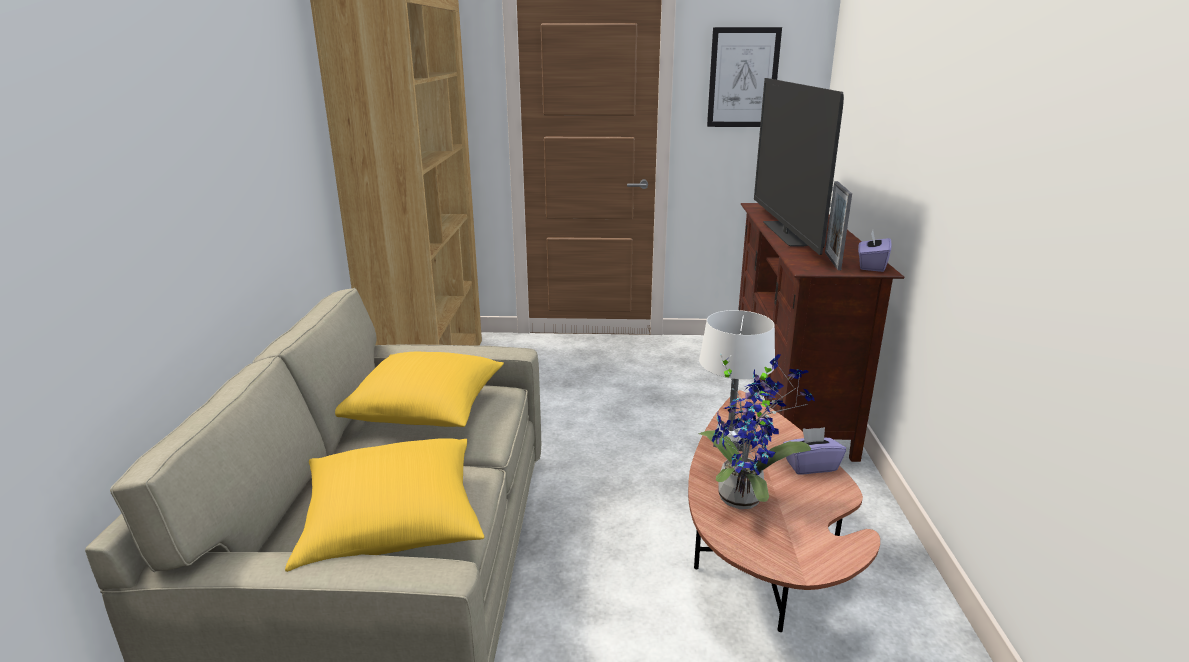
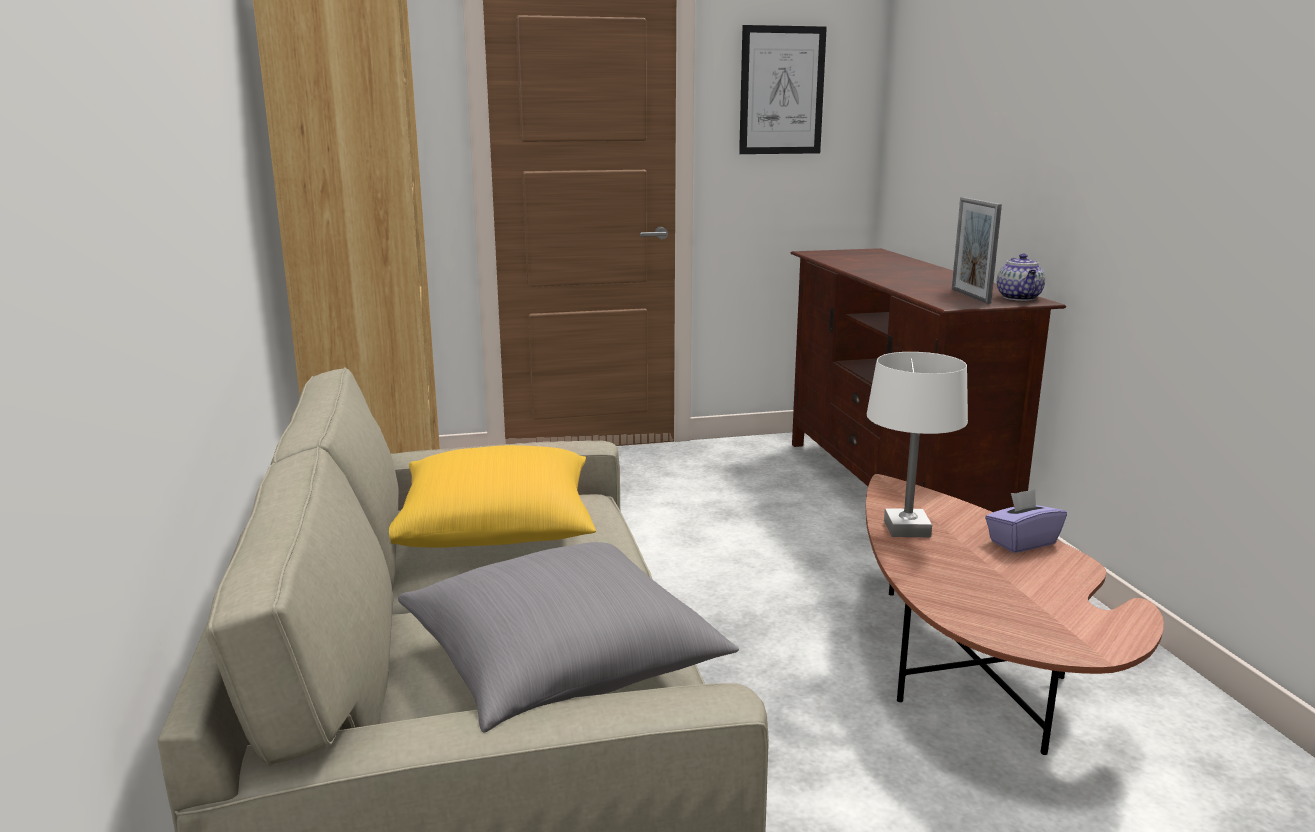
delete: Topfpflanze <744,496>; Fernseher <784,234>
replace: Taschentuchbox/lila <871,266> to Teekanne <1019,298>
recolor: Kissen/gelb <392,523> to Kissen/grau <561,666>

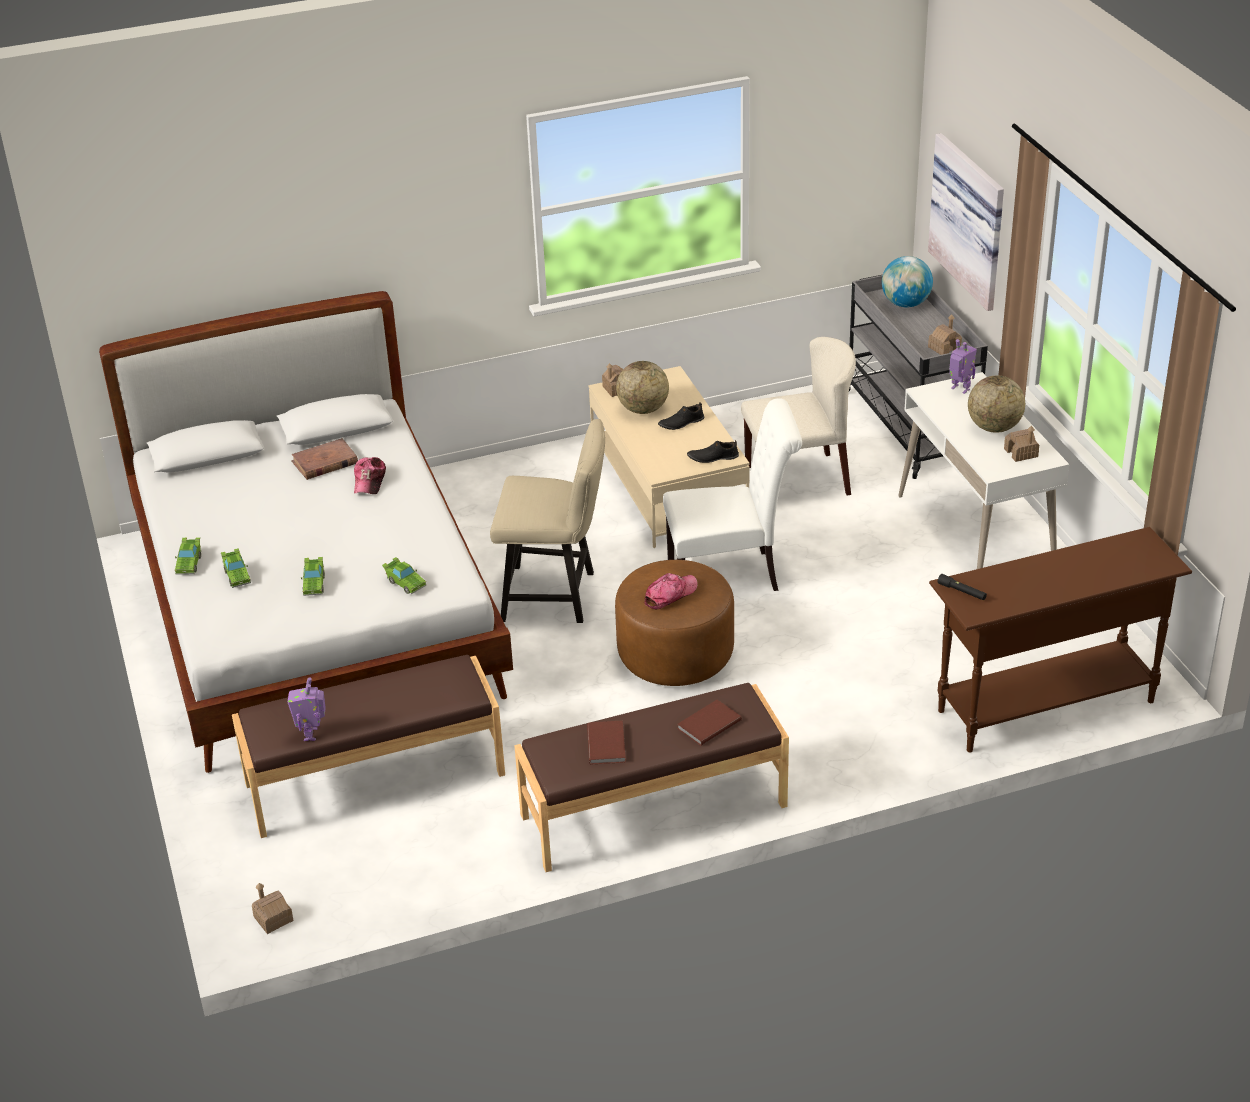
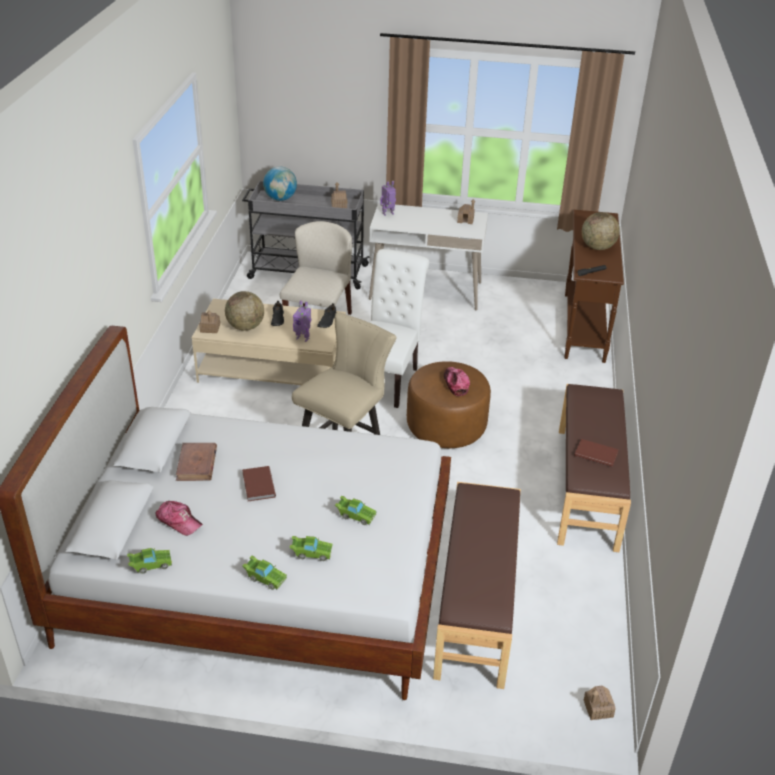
delete: Bild <971,220>
move: Spielzeugauto/grün <405,583> to <150,565>; Kappe <369,481> to <178,521>; Buch/braun <707,724> to <257,485>; Spielzeugroboter <312,734> to <303,338>; Globus <994,427> to <597,247>

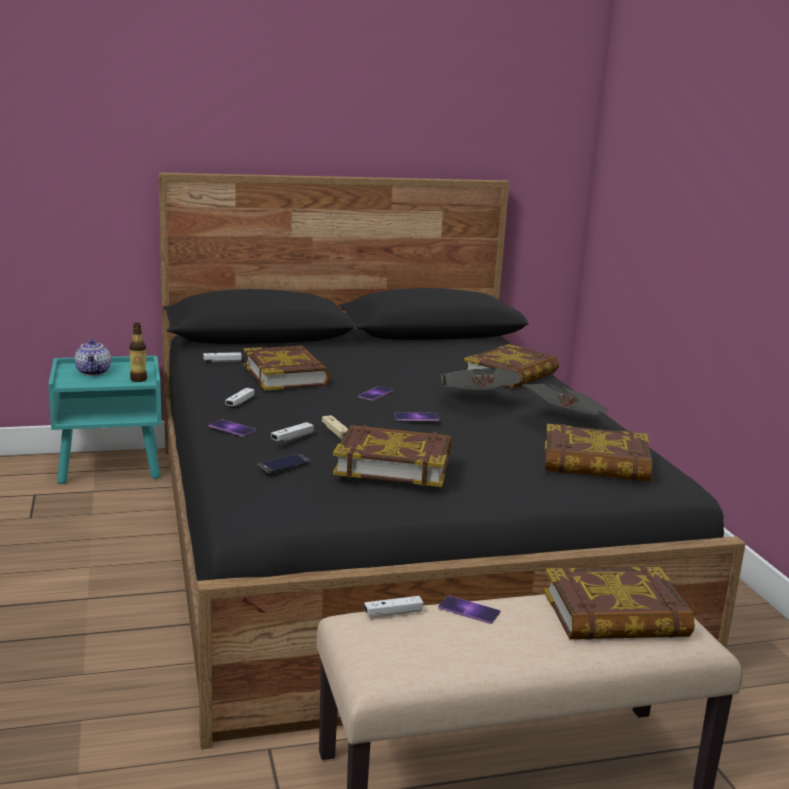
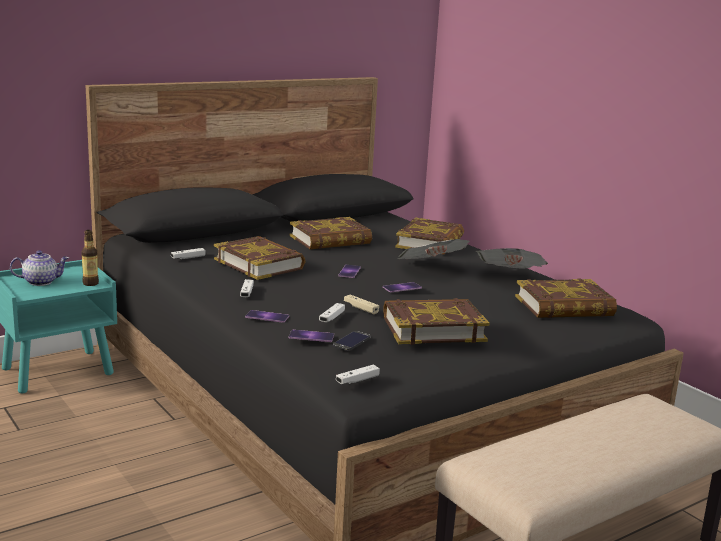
move: Handy <469,610> to <311,336>; Buch <615,615> to <330,240>; Gamepad/weiß <393,613> to <357,380>
rotate: Teekanne <94,372> = <41,282> 75 degrees counterclockwise

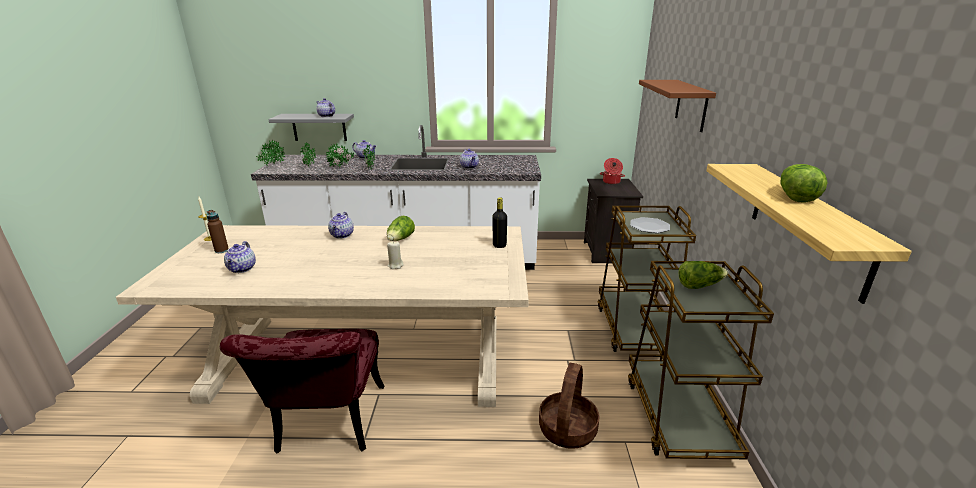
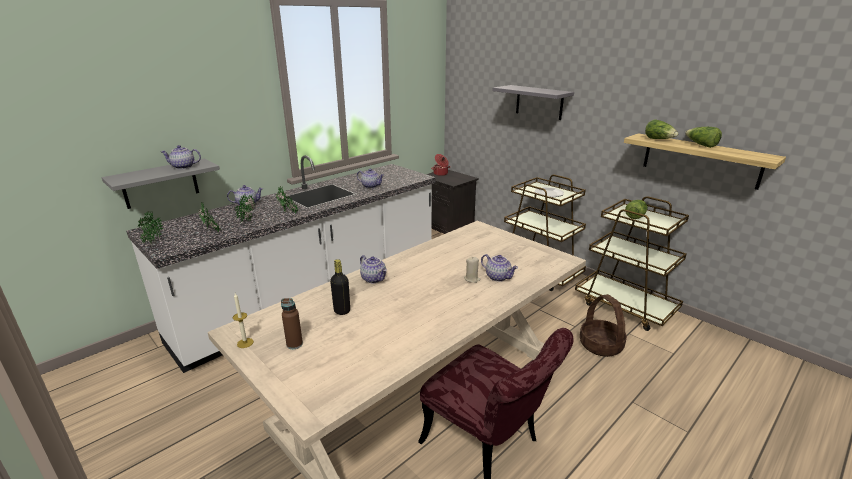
move: Flasche/schwarz <499,245> to <342,311>; Teekanne <243,269> to <498,277>; Salatkopf <400,239> to <659,139>
recolor: Wandregal/braun <691,105> to Wandregal/grau <539,102>

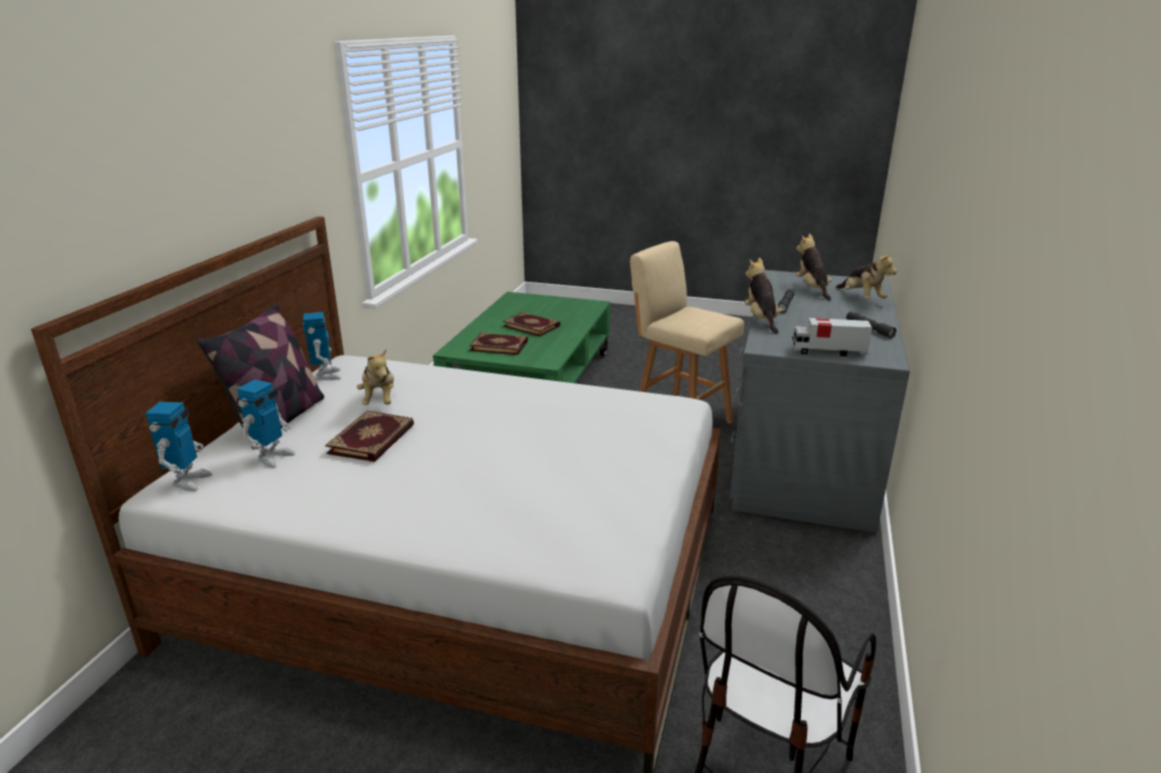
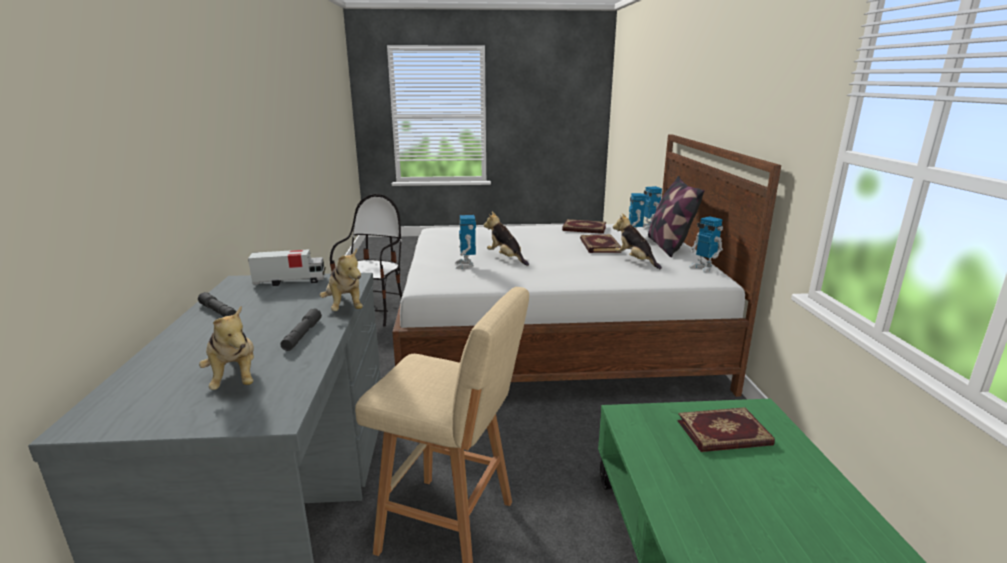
insert: Spielzeugroboter <465,265>
move: Plüschtier <861,298> to <506,258>; Buch <532,326> to <584,229>

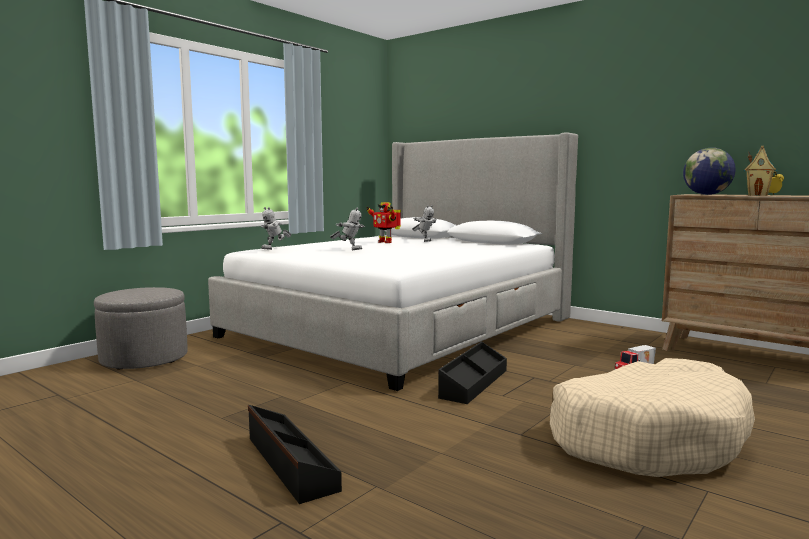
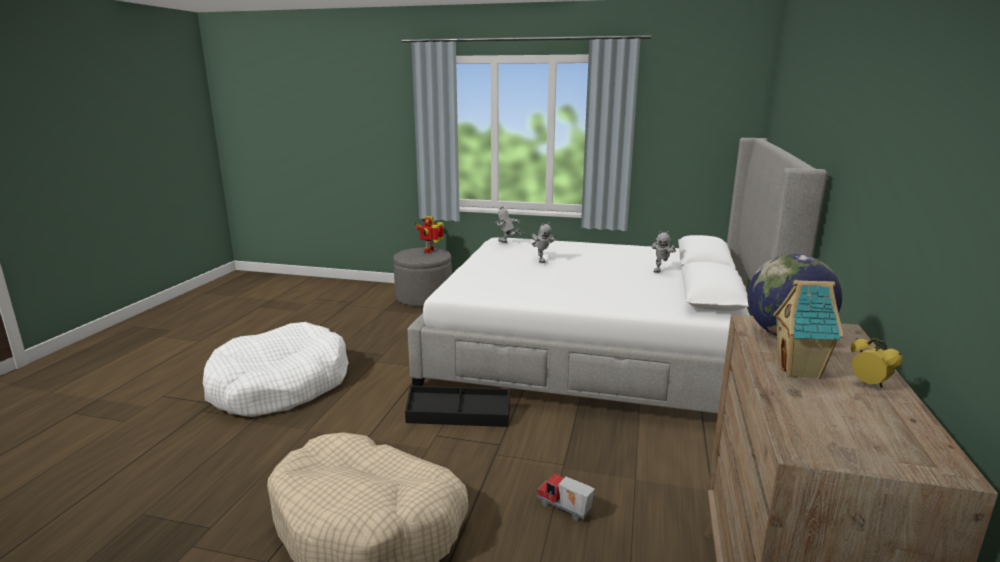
move: Spielzeugroboter <385,242> to <430,251>
replace: Aufbewahrungsbox/schwarz <289,463> to Hundebett/weiß <279,386>

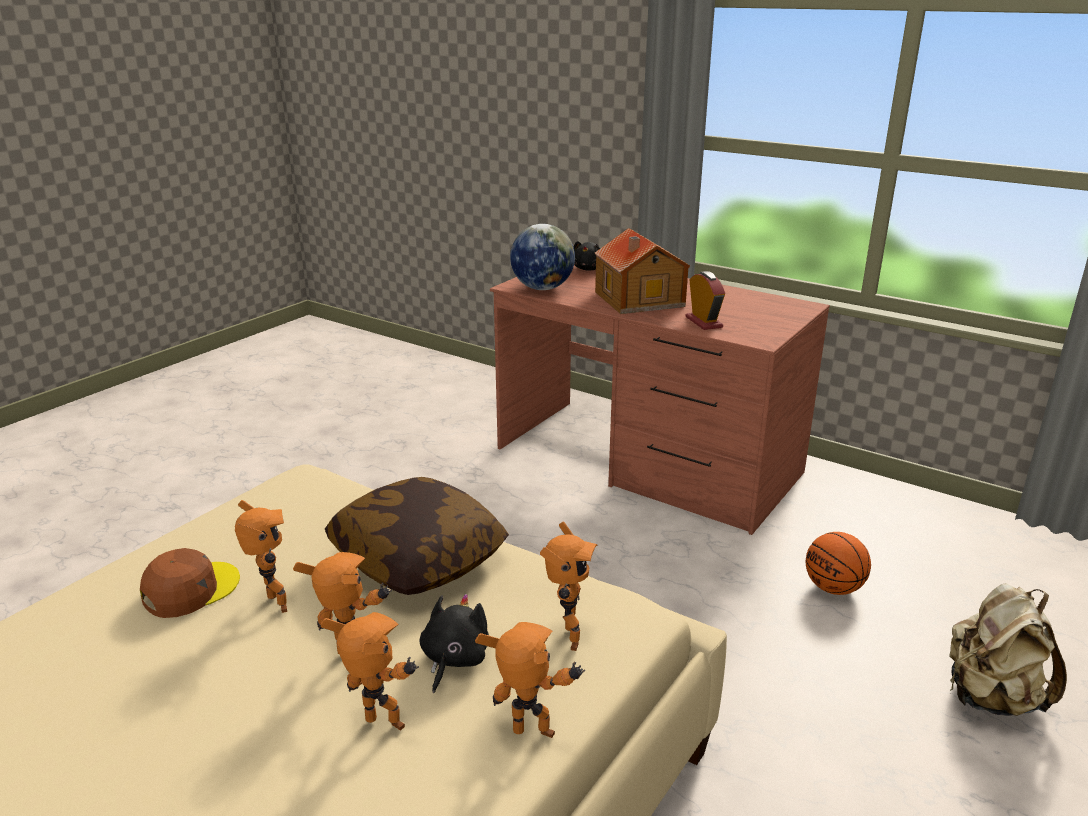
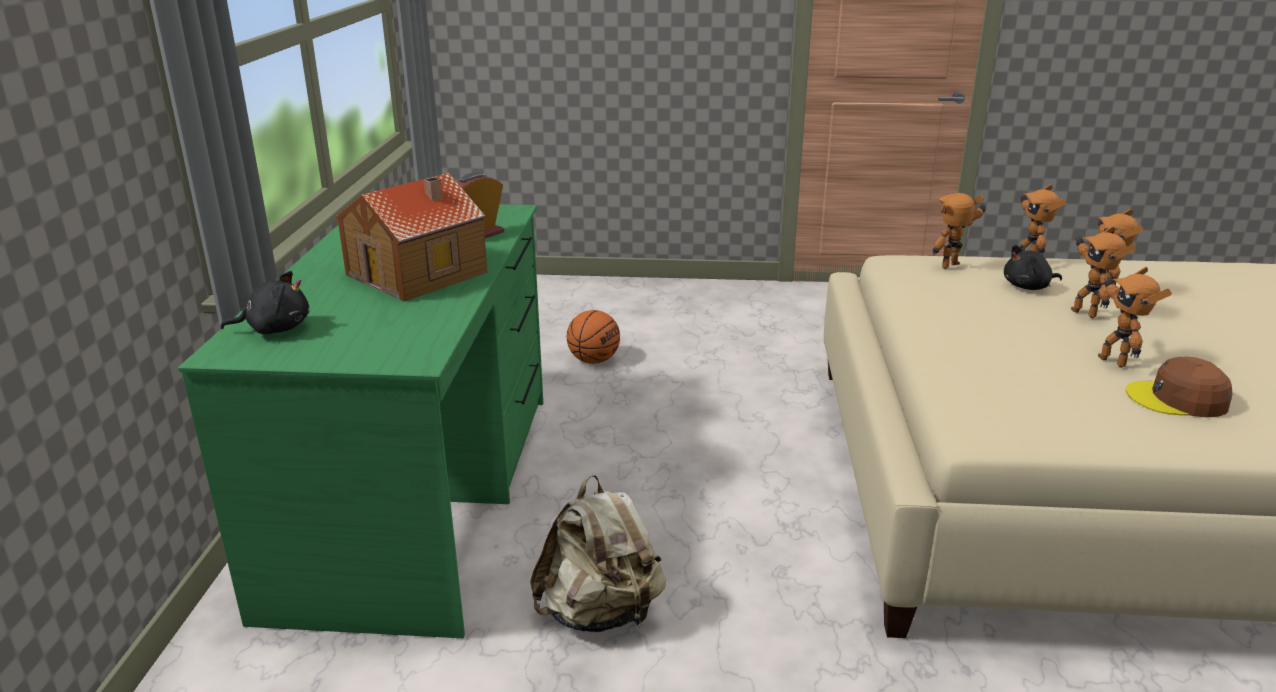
delete: Kissen <417,558>; Globus <542,288>
move: Rucksack/beige <991,697> to <600,613>
recolor: Schreibtisch/braun <646,461> to Schreibtisch/grün <422,495>
rotate: Spielzeugroboter <273,606> = <1114,361> 45 degrees counterclockwise

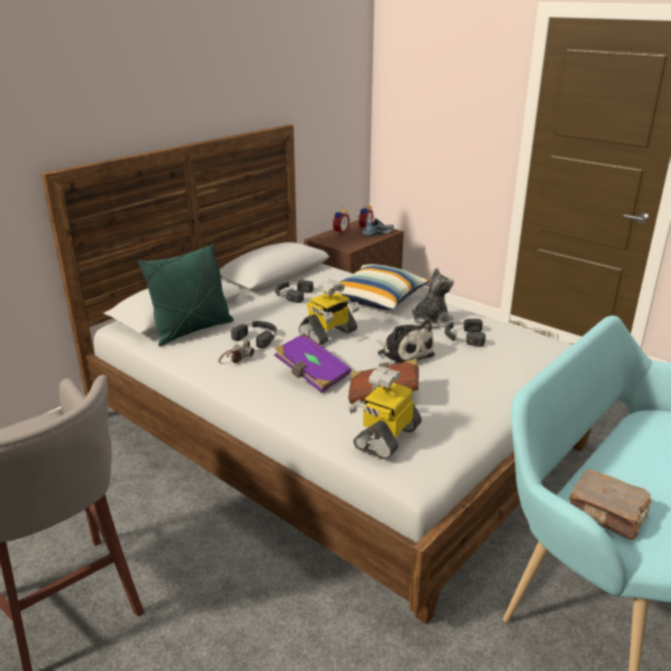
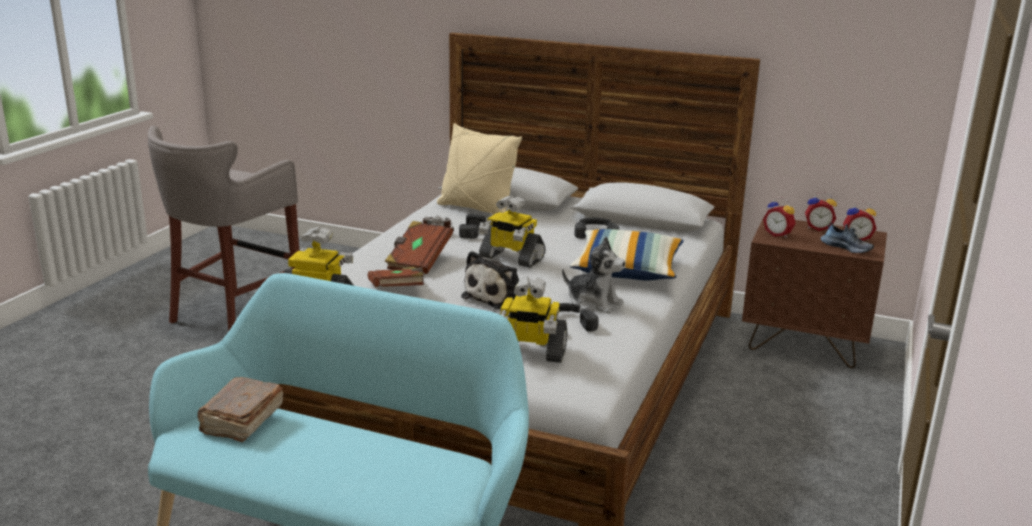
insert: Spielzeugroboter <528,352>; Wecker <778,234>
recolor: Buch/lila <312,375> to Buch/braun <418,261>; Kissen/grün <192,330> to Kissen/beige <476,209>

